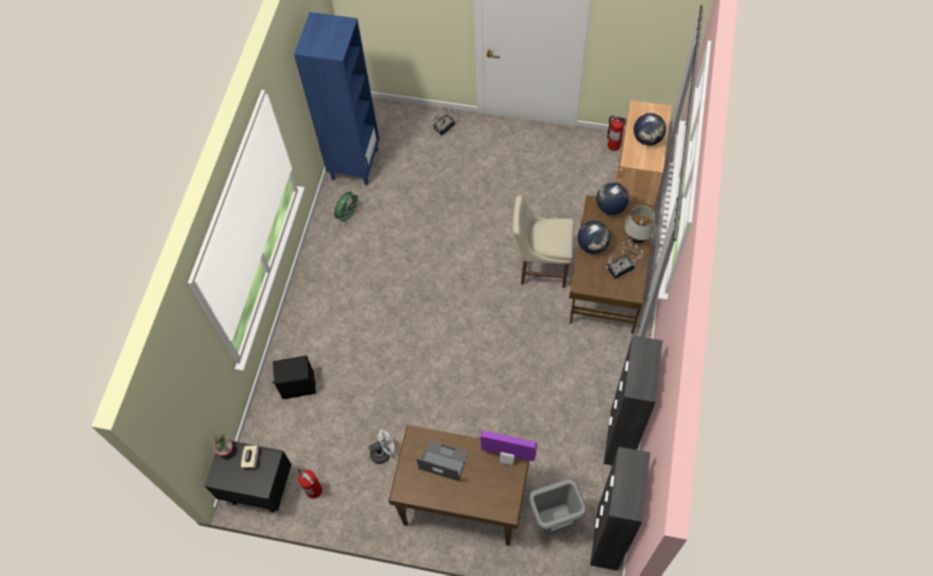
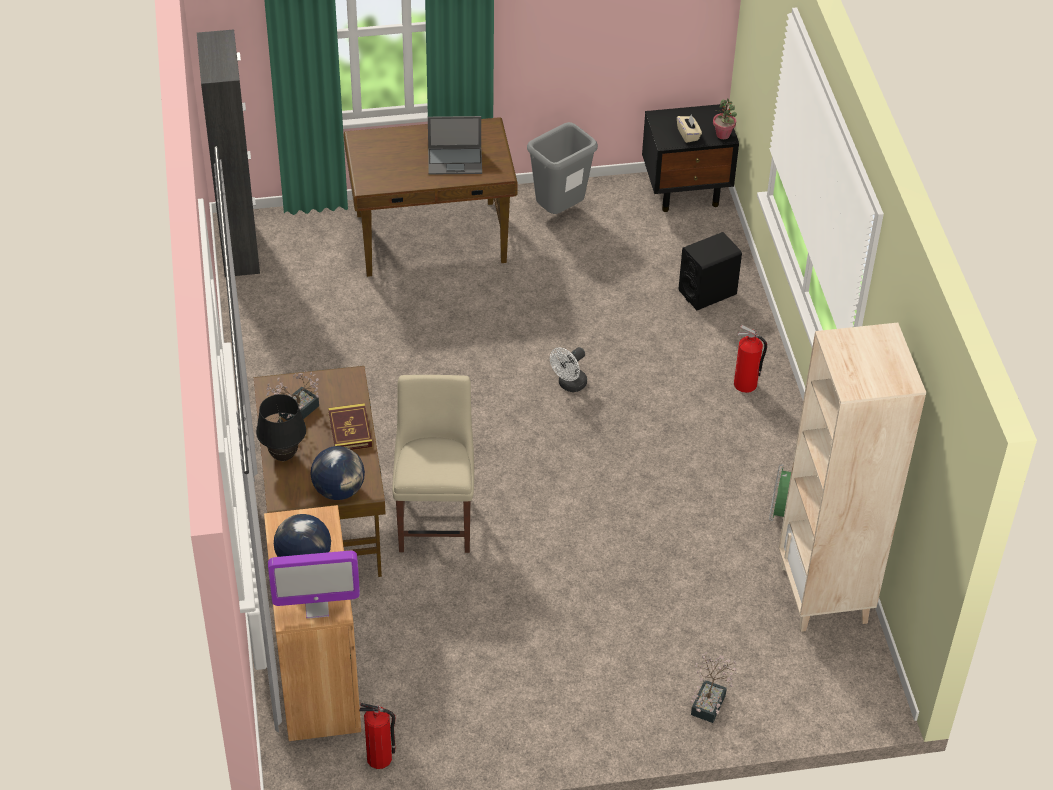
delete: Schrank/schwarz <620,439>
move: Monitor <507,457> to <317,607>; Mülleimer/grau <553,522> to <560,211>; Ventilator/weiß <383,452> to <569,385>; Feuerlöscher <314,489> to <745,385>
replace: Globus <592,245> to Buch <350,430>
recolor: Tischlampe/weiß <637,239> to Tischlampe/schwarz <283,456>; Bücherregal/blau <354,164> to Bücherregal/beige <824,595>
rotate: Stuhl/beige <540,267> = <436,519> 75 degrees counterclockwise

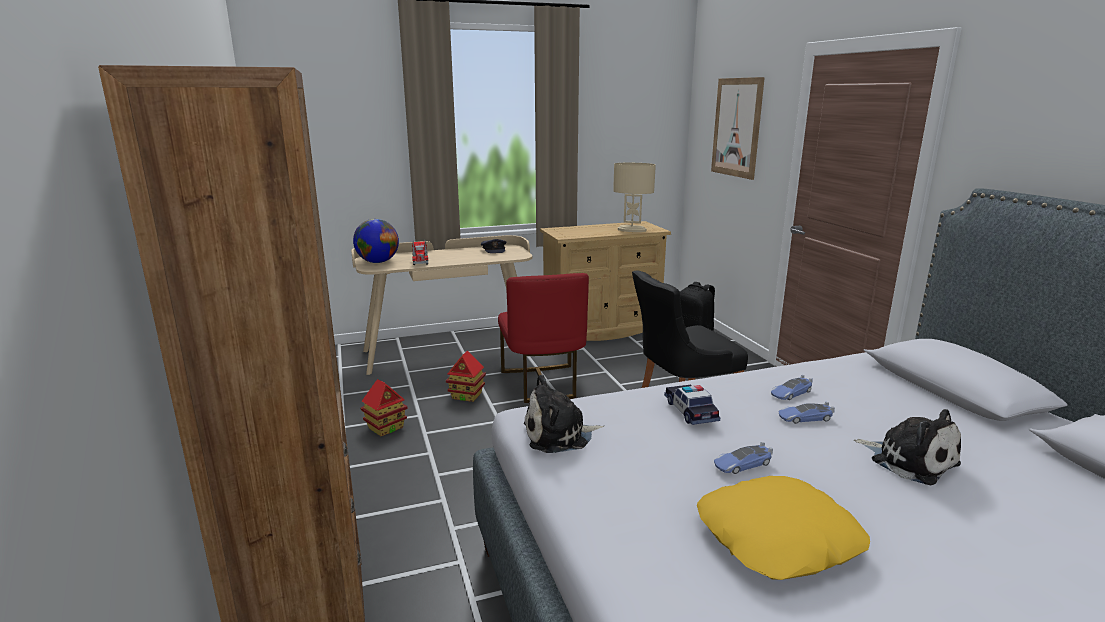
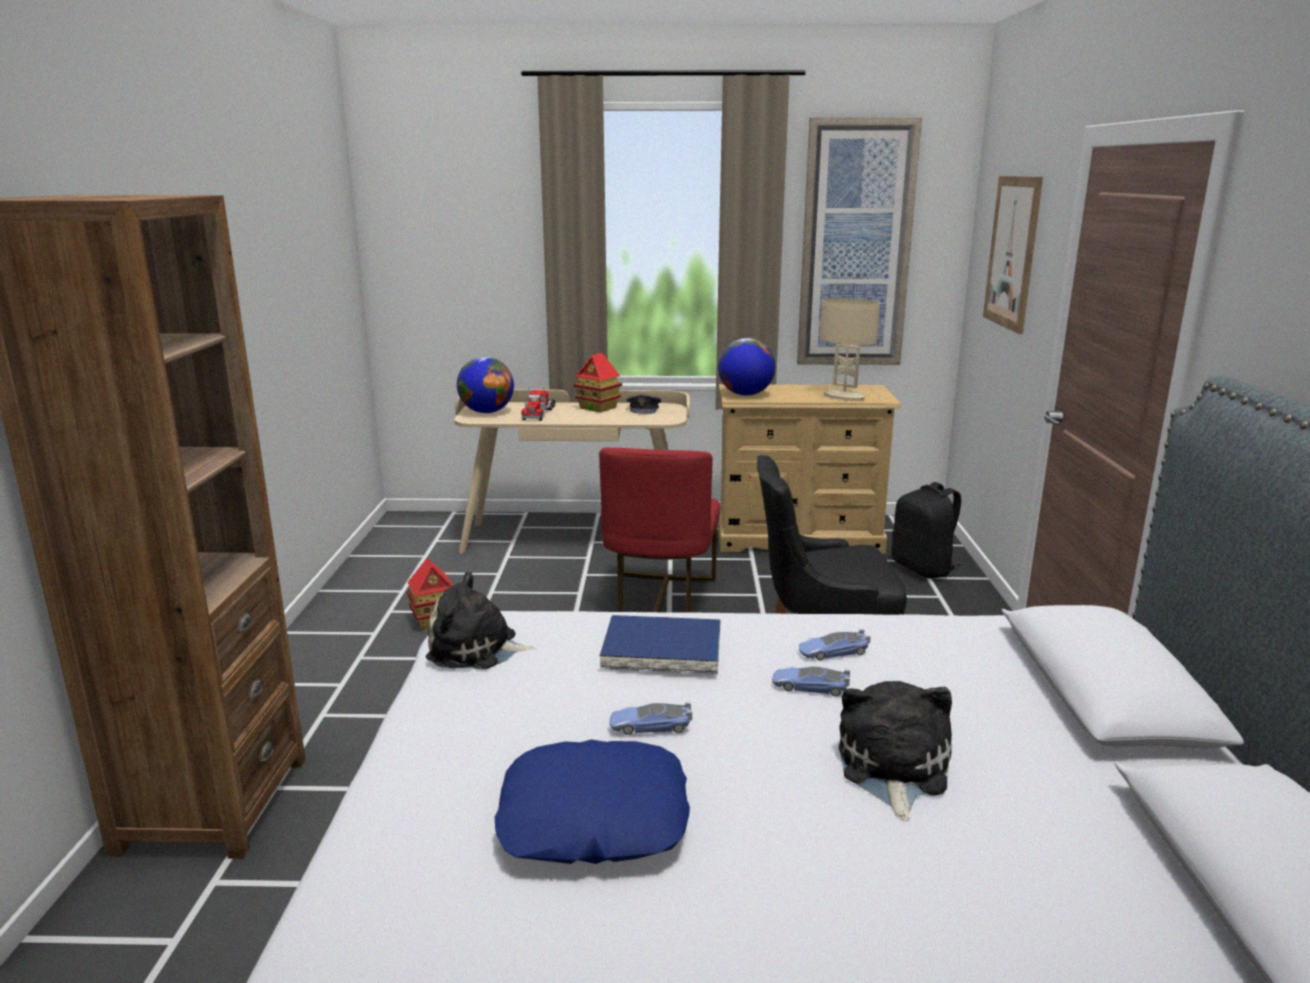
insert: Globus <745,394>; Bild <855,245>
move: Spielzeughaus <467,395> to <598,408>
replace: Spielzeugauto <690,411> to Buch/blau <662,649>
recolor: Kissen/gelb <778,539> to Kissen/blau <593,819>
rotate: Plüschtier <909,460> = <892,769> 150 degrees counterclockwise

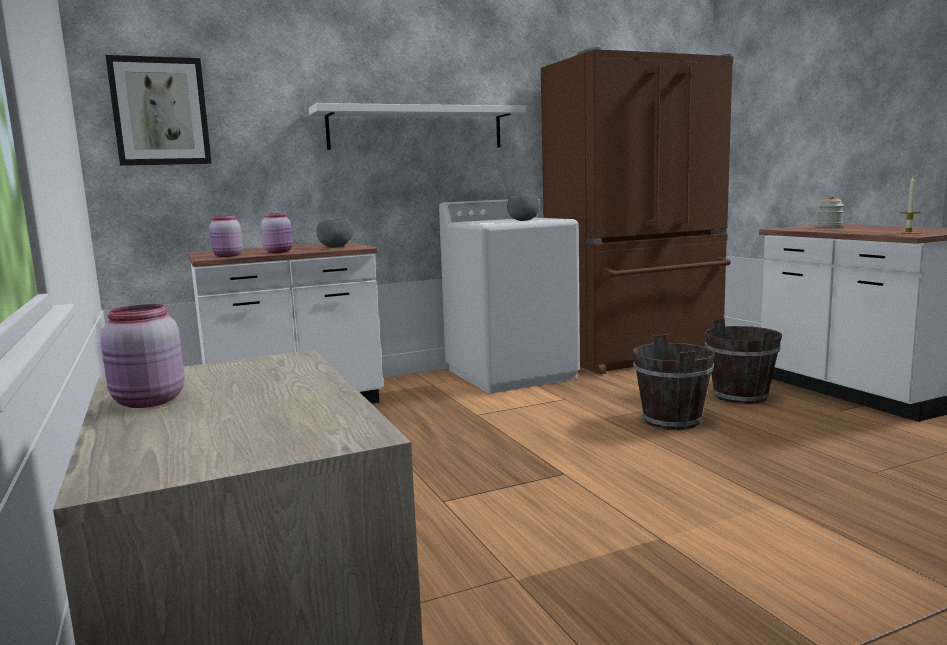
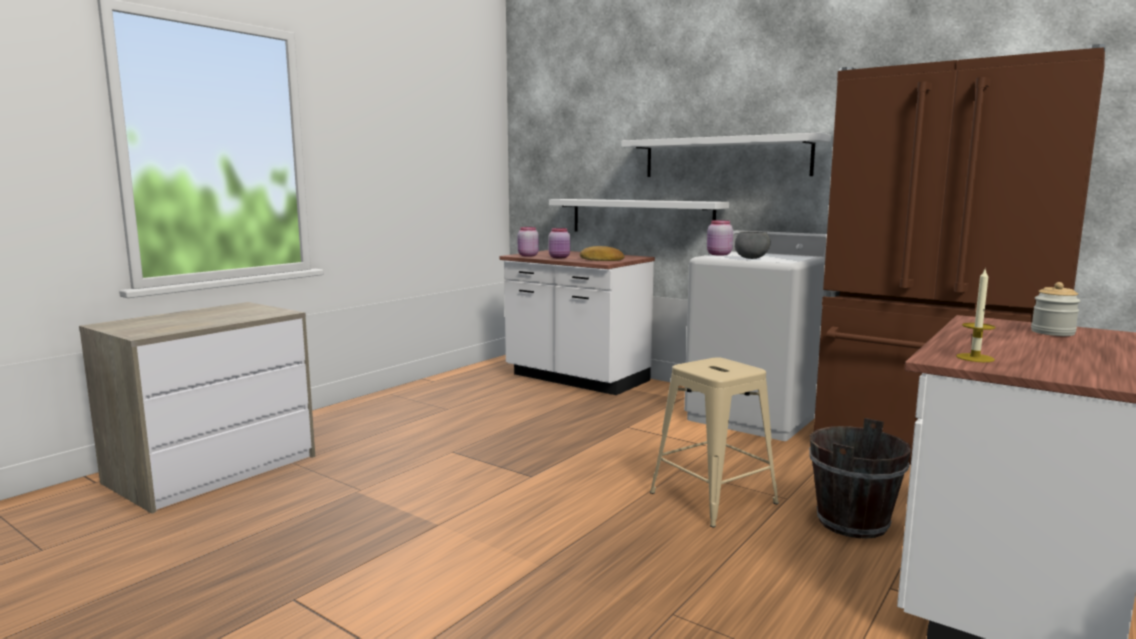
delete: Bild <160,111>
insert: Wandregal/weiß <641,217>
move: Vorratsglas/rosa <148,402> to <718,254>
replace: Schüssel/grau <336,247> to Brot <601,260>; Eimer/braun <672,420> to Hocker/beige <712,498>

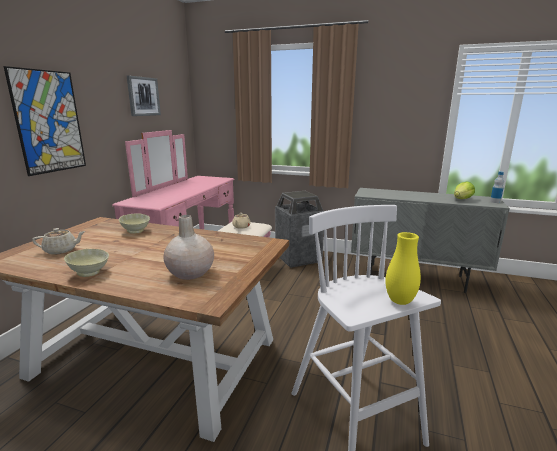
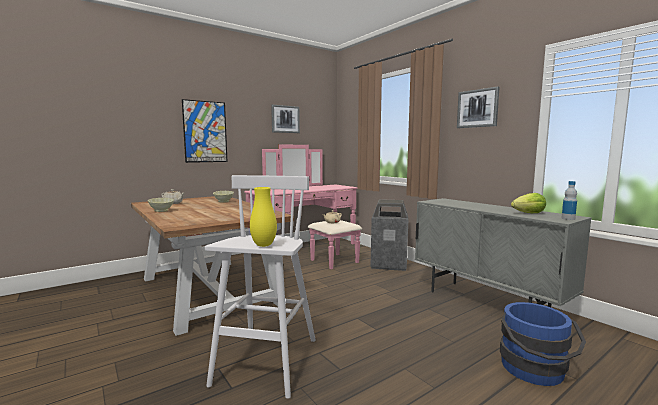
delete: Vase/beige <190,273>
insert: Bild <477,108>; Eimer/blau <535,372>

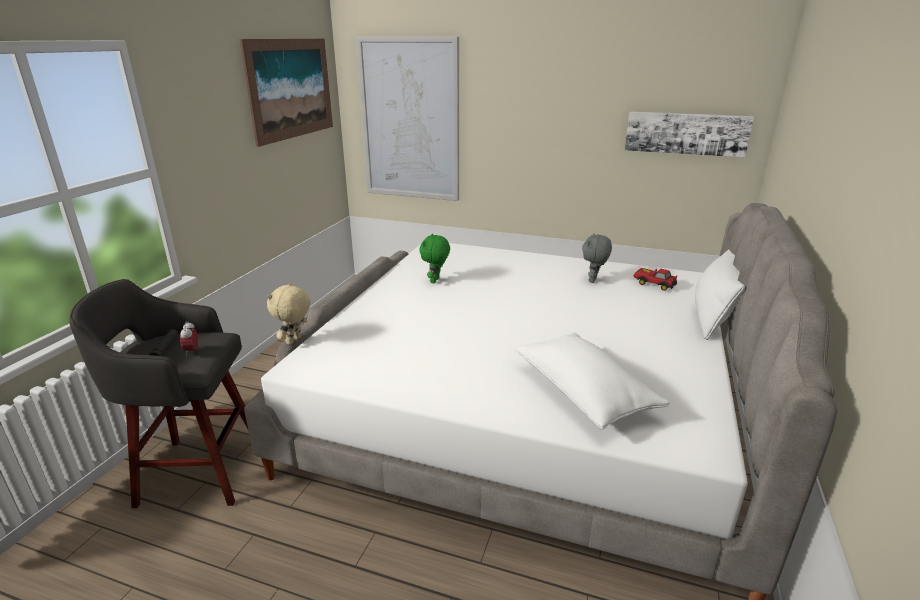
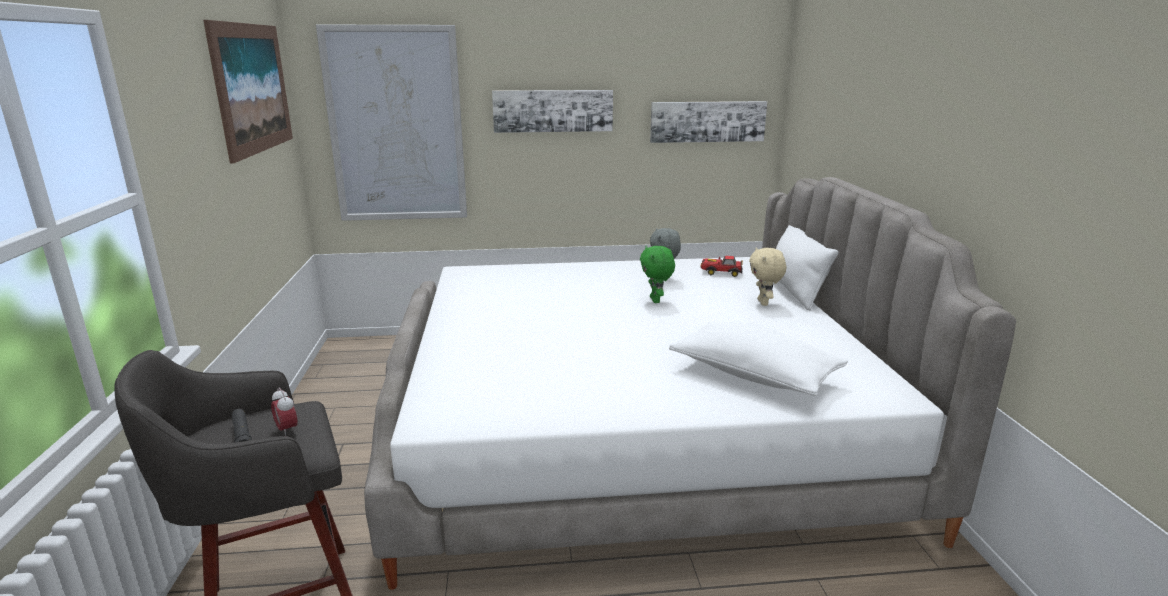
insert: Bild <553,110>
move: Plüschtier/grün <435,281> to <656,300>; Plüschtier/beige <294,341> to <764,303>

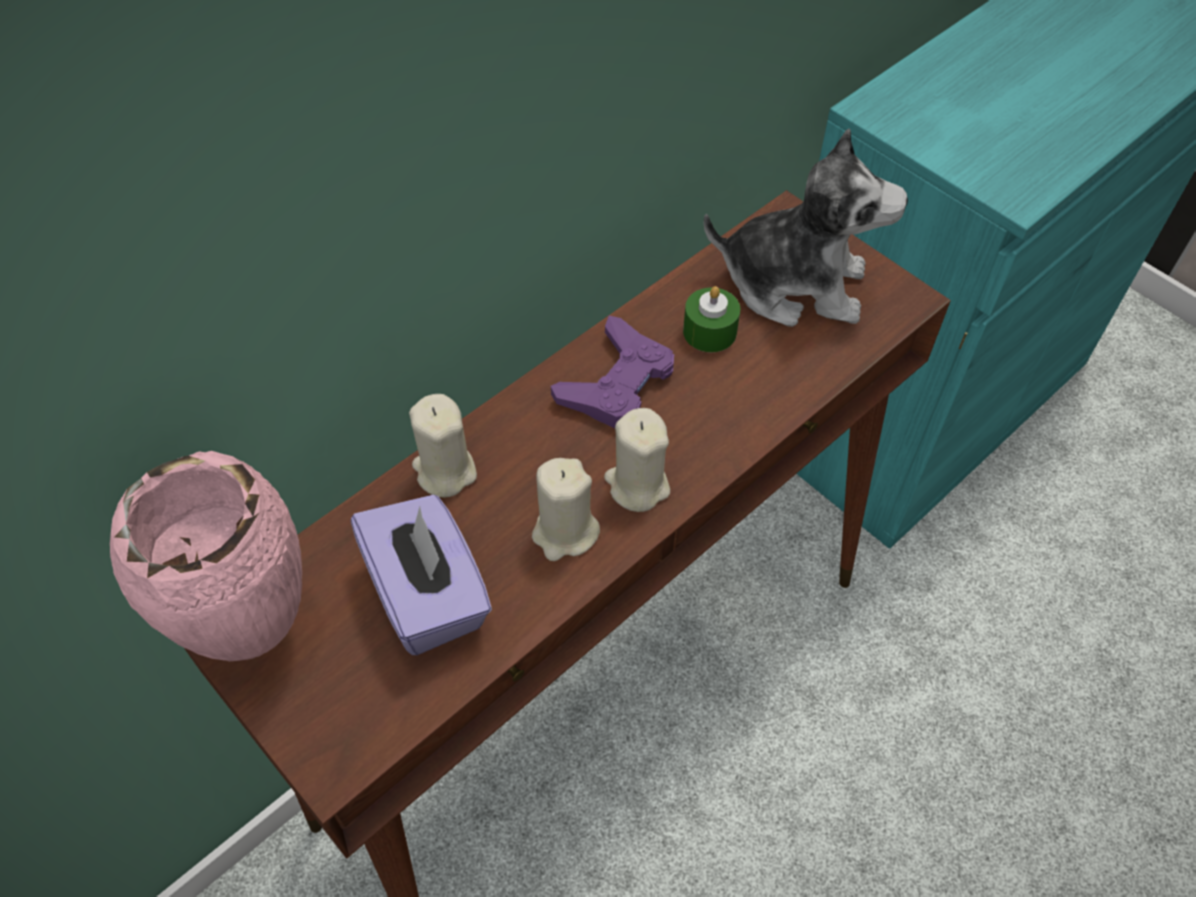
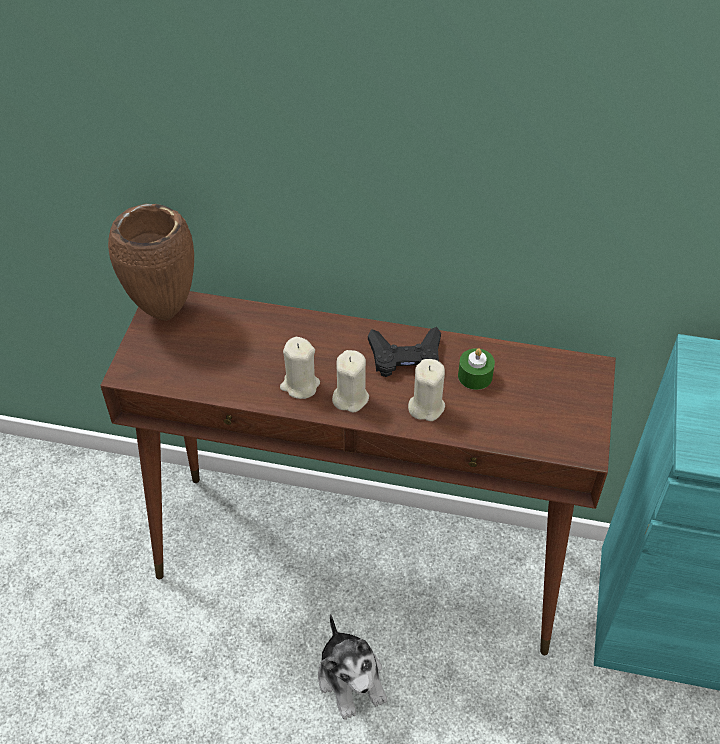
delete: Taschentuchbox/lila <429,595>
move: Plüschtier <794,284> to <351,678>; Kerze/beige <445,471> to <426,406>
recolor: Vase/rosa <254,633> to Vase/braun <165,312>; Gamepad/lila <617,383> to Gamepad/schwarz <405,357>

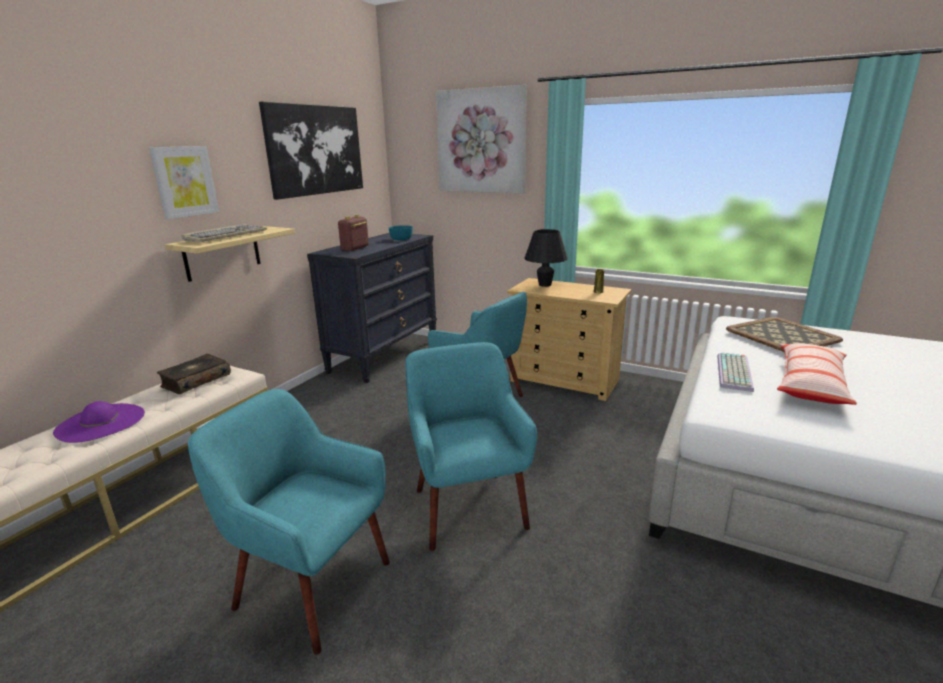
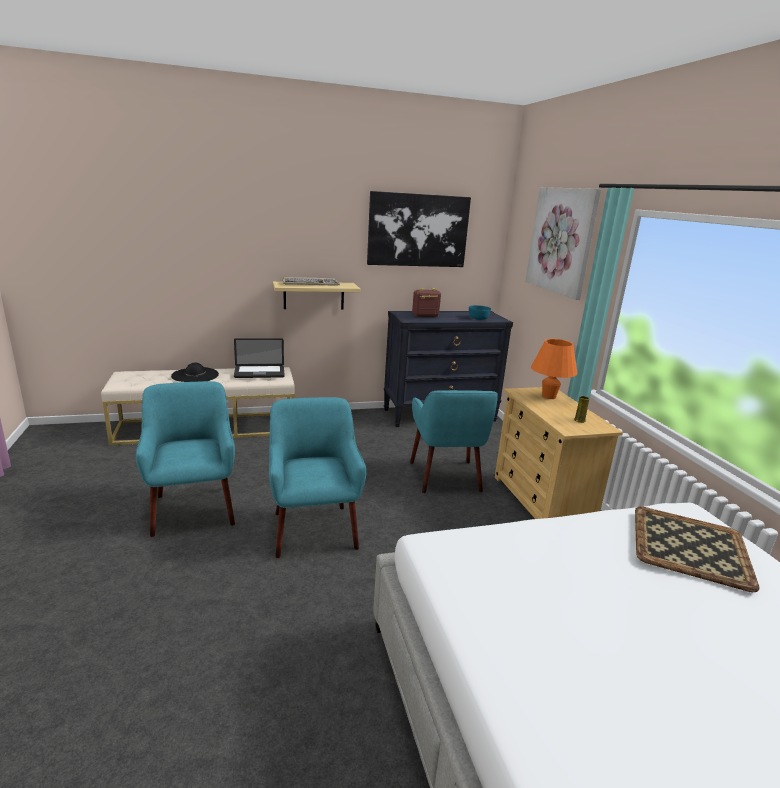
delete: Bild <184,181>; Tastatur <736,373>; Kissen <810,384>
replace: Buch <195,380> to Laptop <259,373>
recolor: Hut/lila <100,422> to Hut/schwarz <195,375>; Tischlampe/schwarz <545,285> to Tischlampe/orange <549,396>
rotate: Sessel/türkis <468,507> = <313,529> 45 degrees counterclockwise

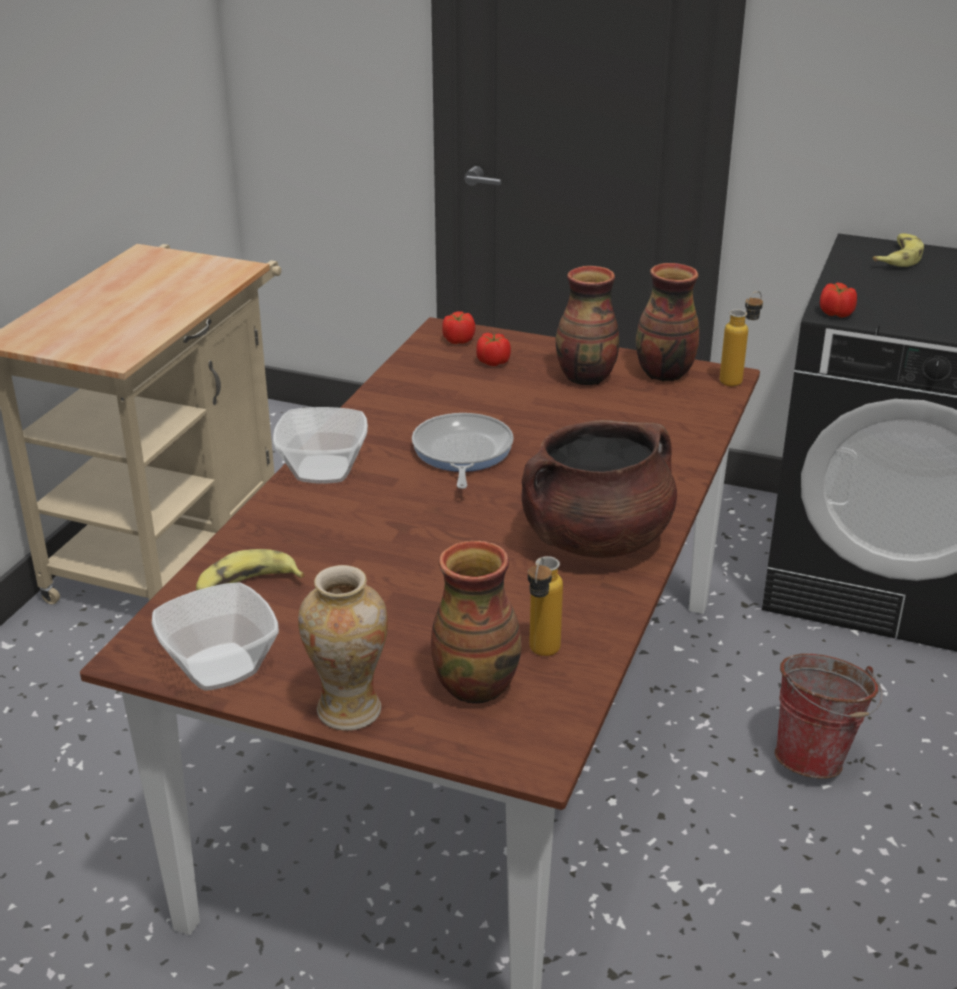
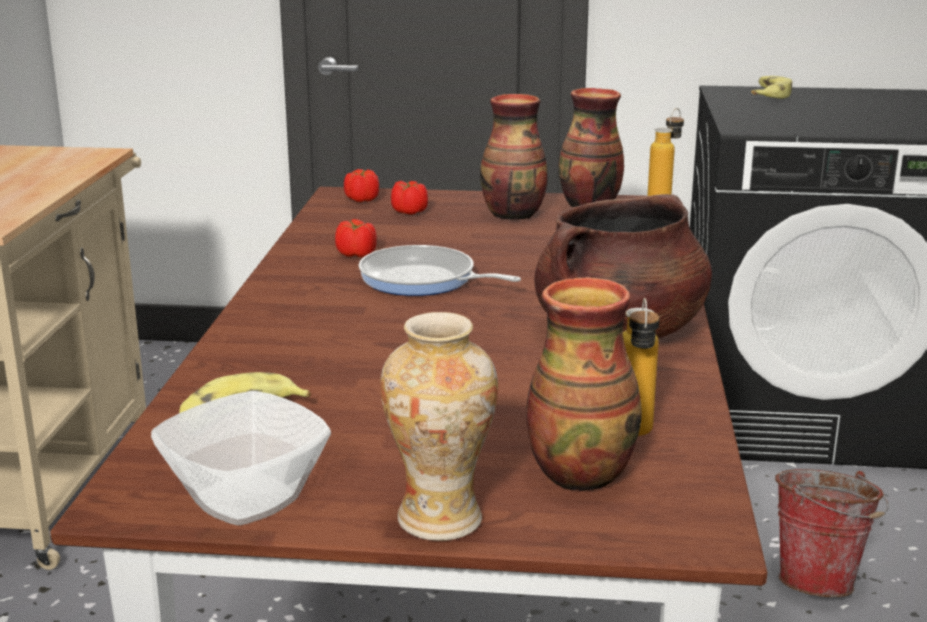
delete: Schüssel <324,469>
move: Tomate <836,313> to <356,254>
rotate: Pfanne <461,453> = <423,280> 45 degrees counterclockwise

